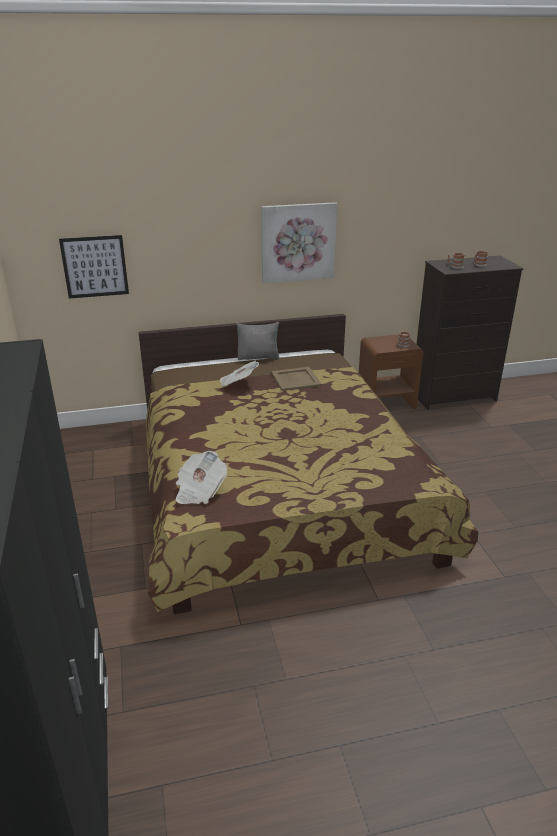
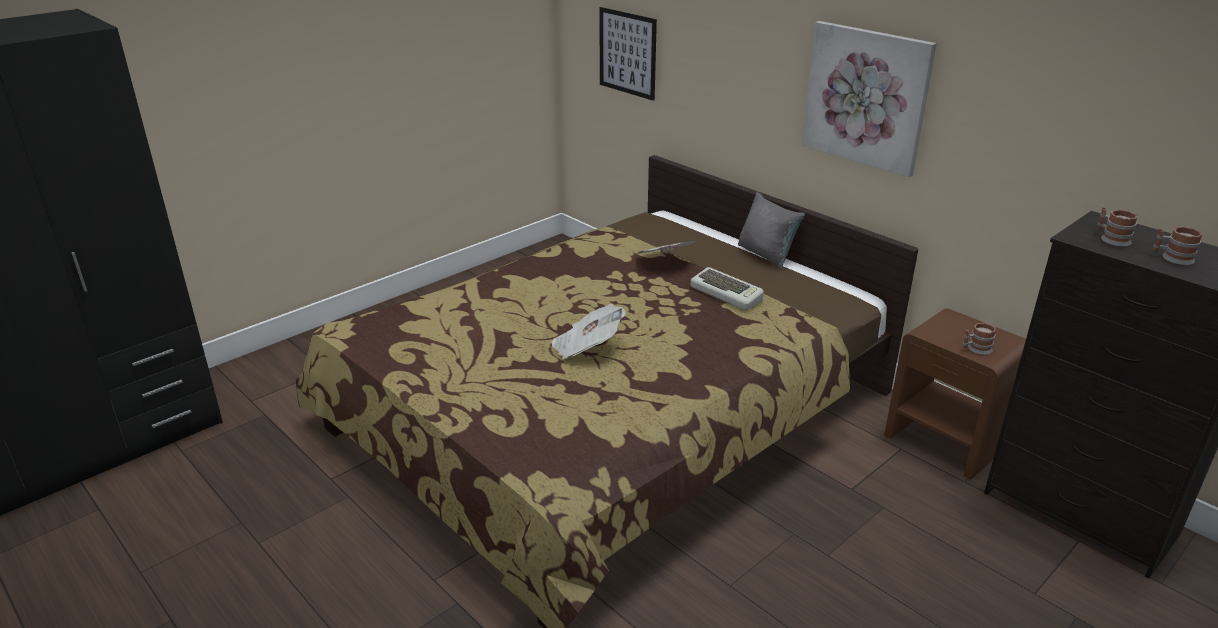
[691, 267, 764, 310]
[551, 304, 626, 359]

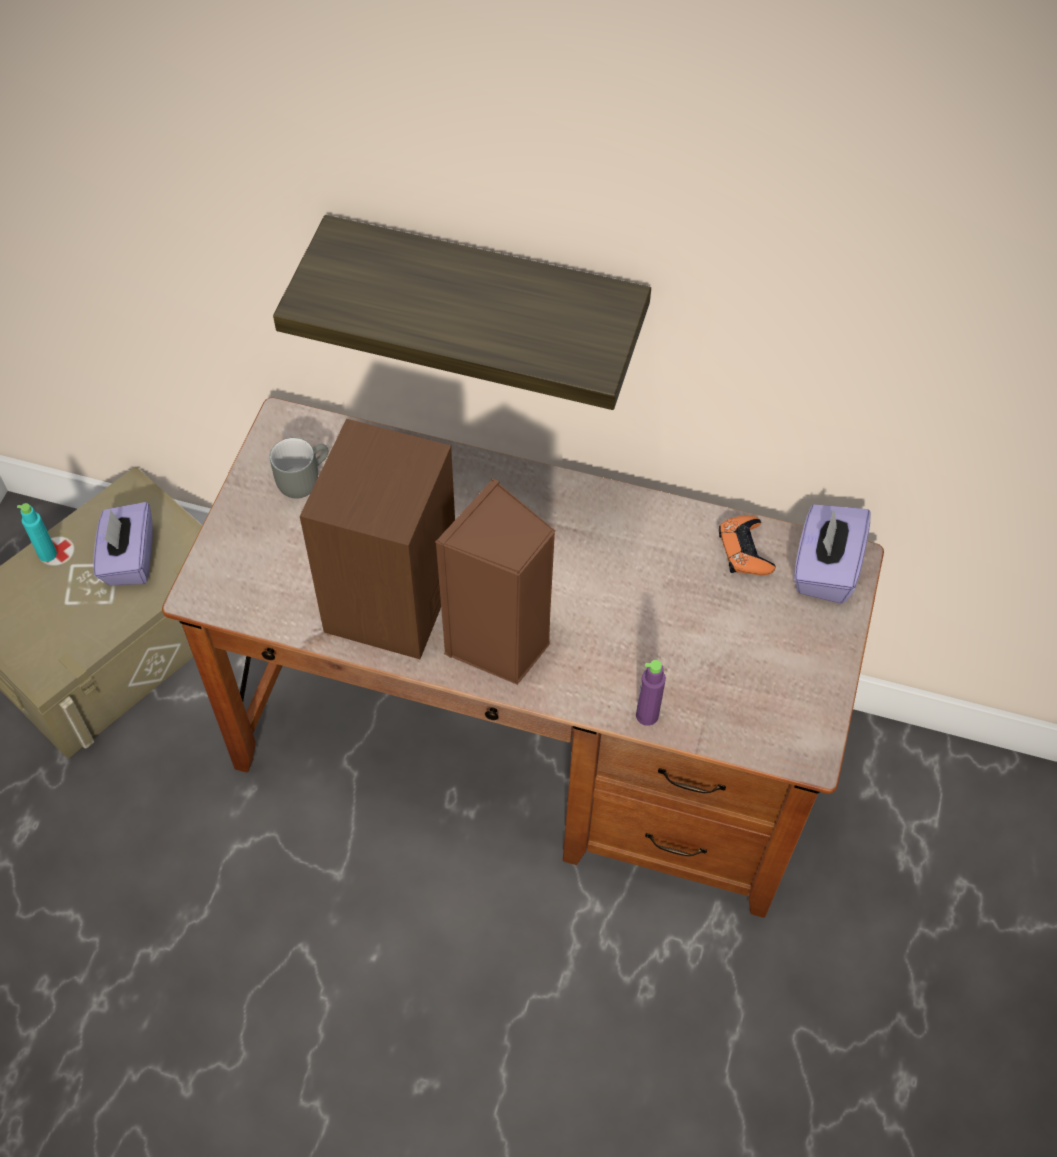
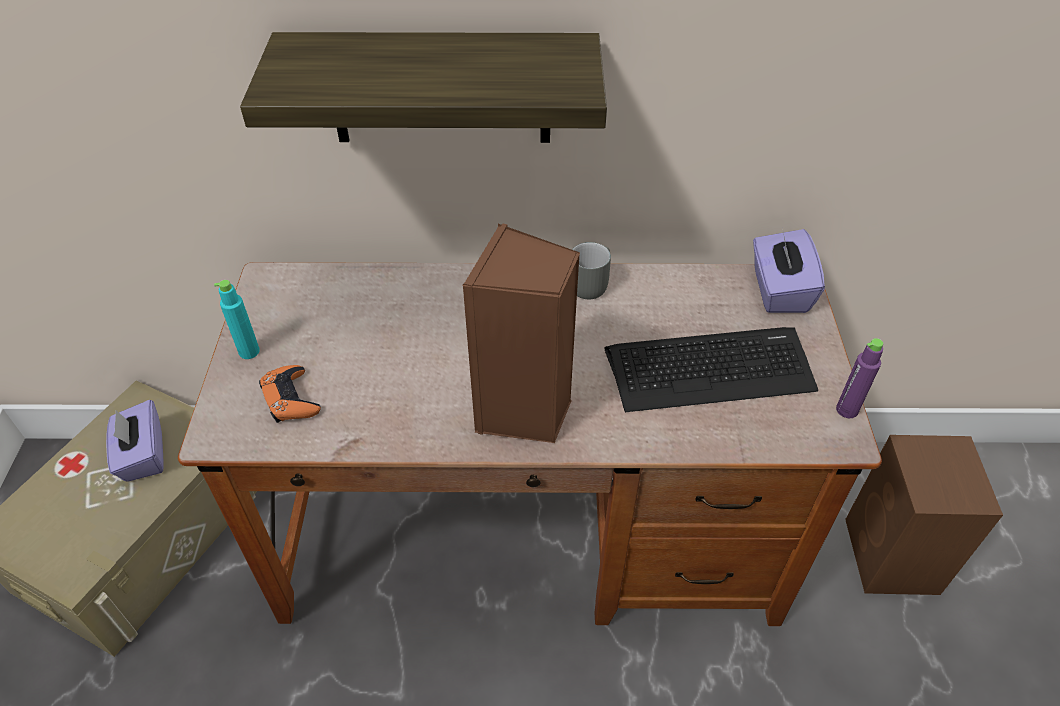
[845, 435, 1003, 595]
[572, 242, 611, 299]
[214, 280, 260, 359]
[259, 365, 321, 423]
[836, 338, 883, 418]
[604, 327, 818, 412]

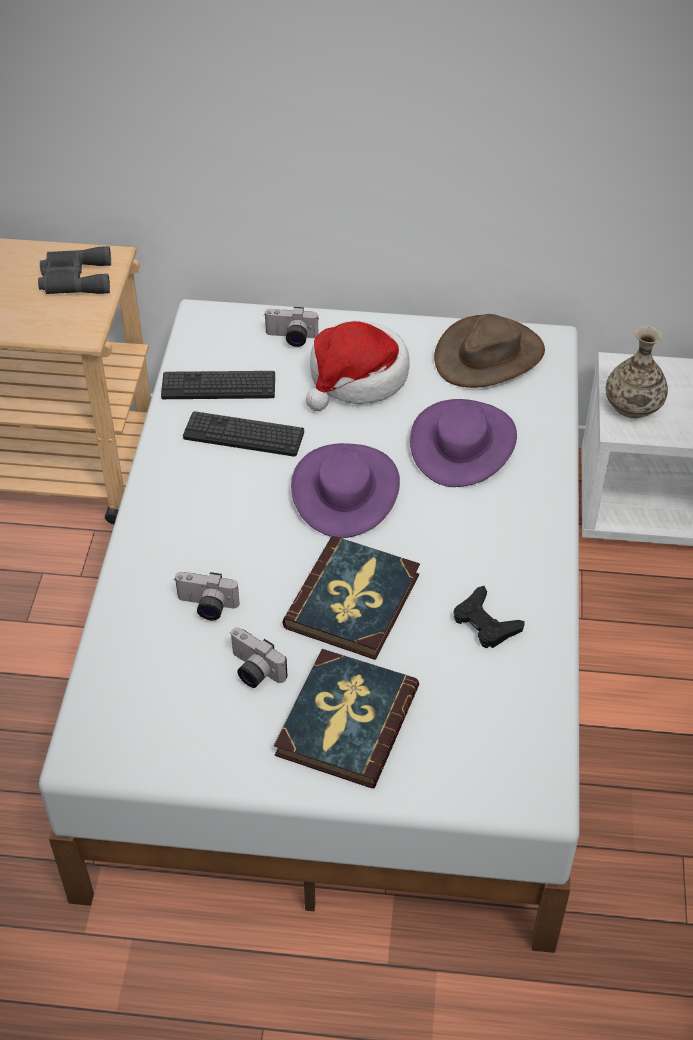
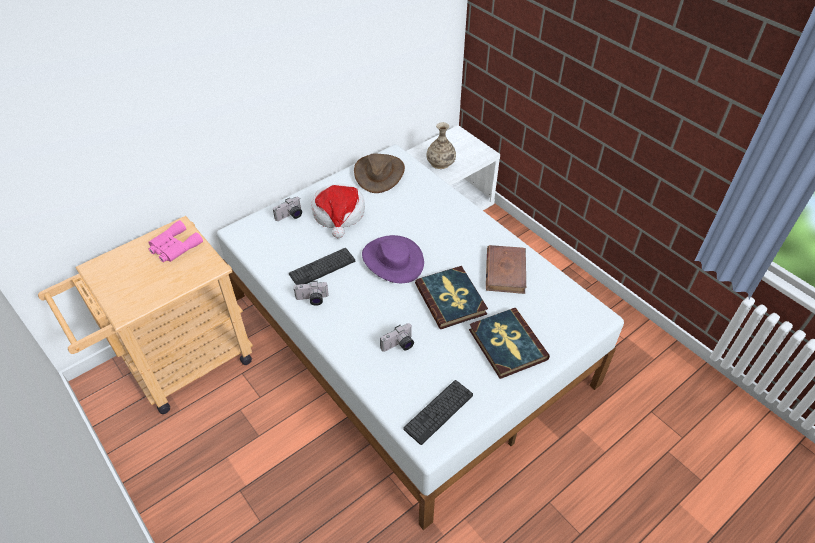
[148, 220, 203, 262]
[403, 380, 473, 445]
[410, 399, 517, 487] (first image)
[486, 245, 526, 294]
[293, 281, 329, 306]

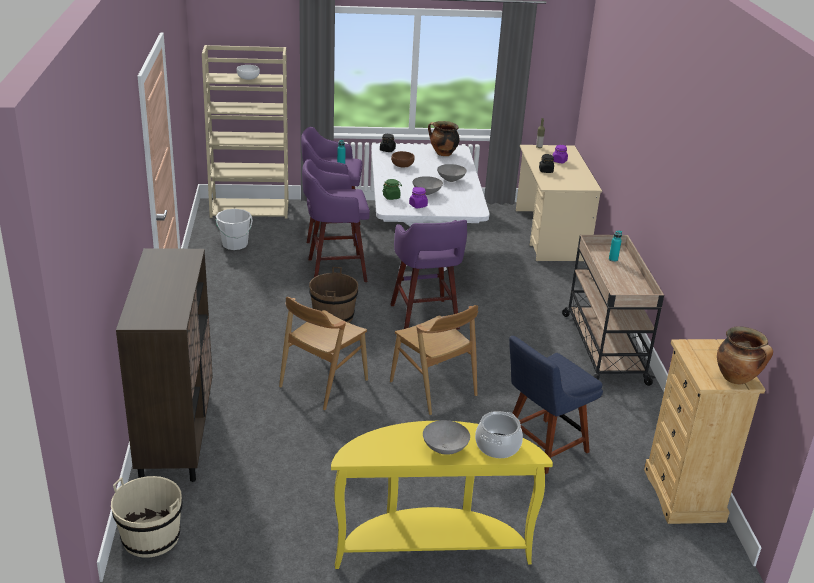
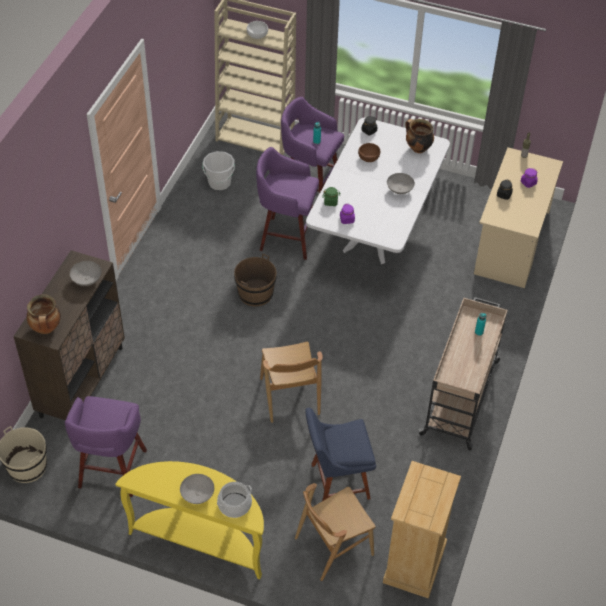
[70, 261, 101, 286]
[65, 396, 147, 497]
[295, 483, 376, 581]
[27, 294, 61, 334]

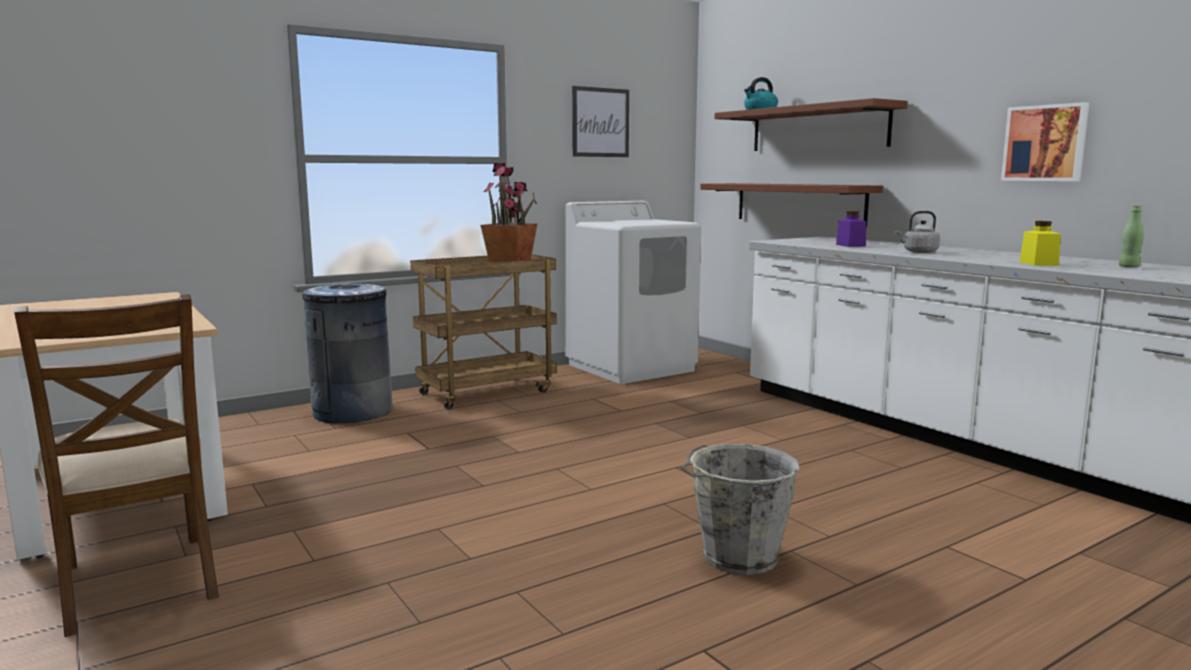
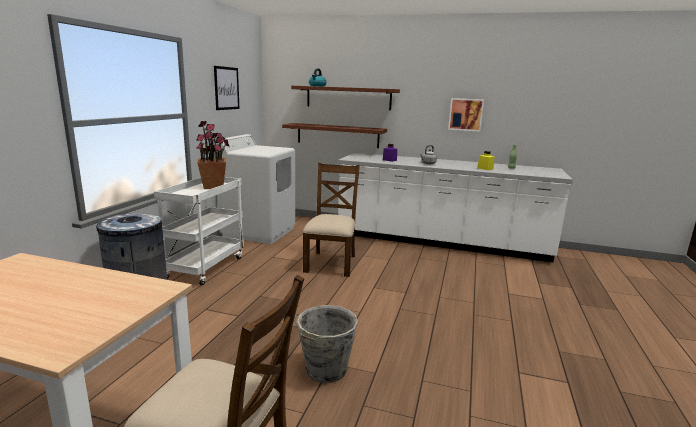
[154, 177, 244, 285]
[294, 305, 358, 383]
[303, 163, 360, 277]

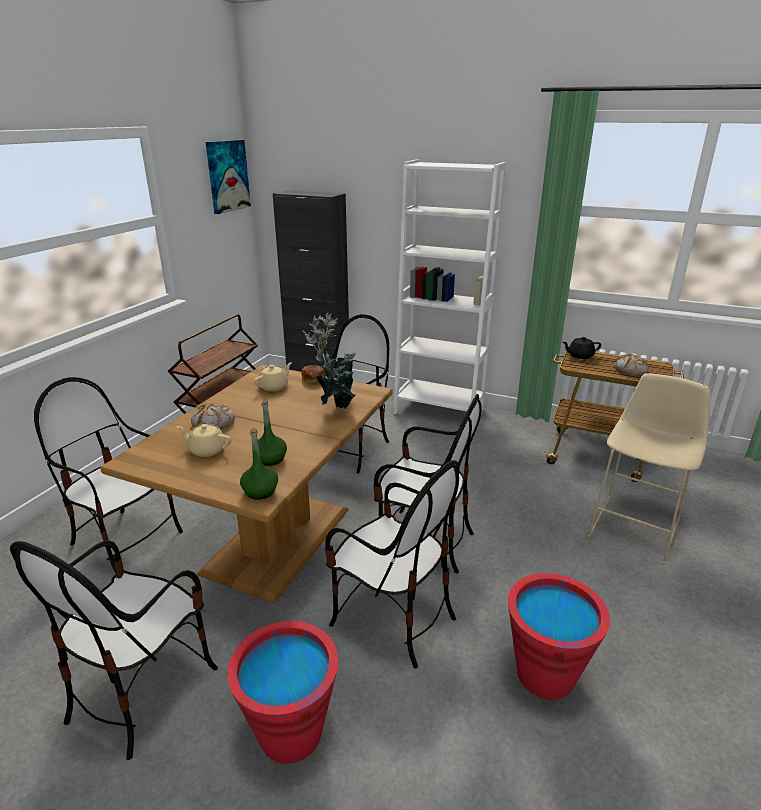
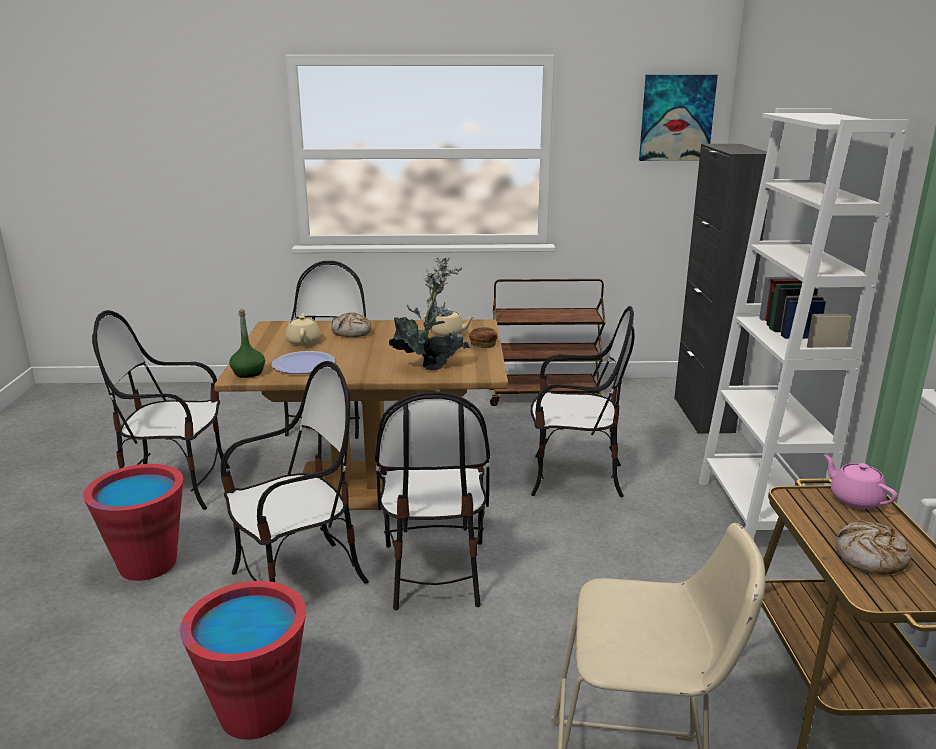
[824, 454, 898, 509]
[272, 351, 335, 374]
[221, 361, 369, 584]

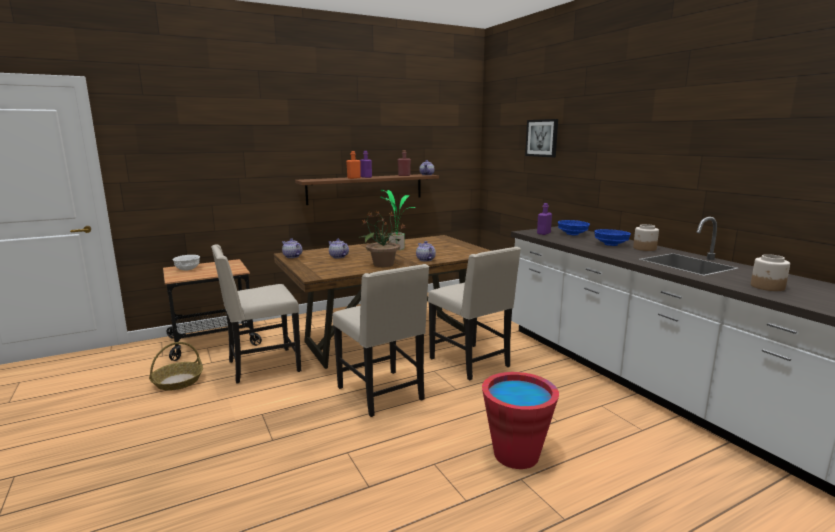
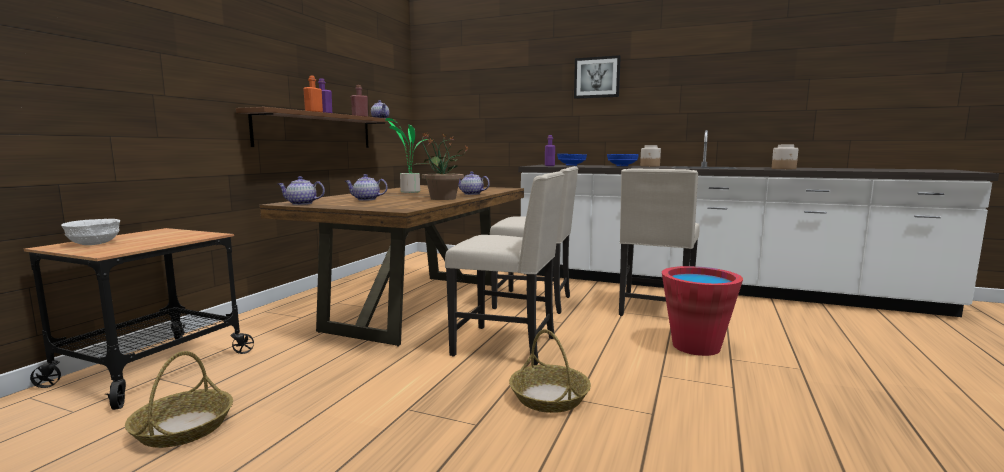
[574, 55, 621, 99]
[619, 169, 700, 316]
[509, 329, 591, 413]

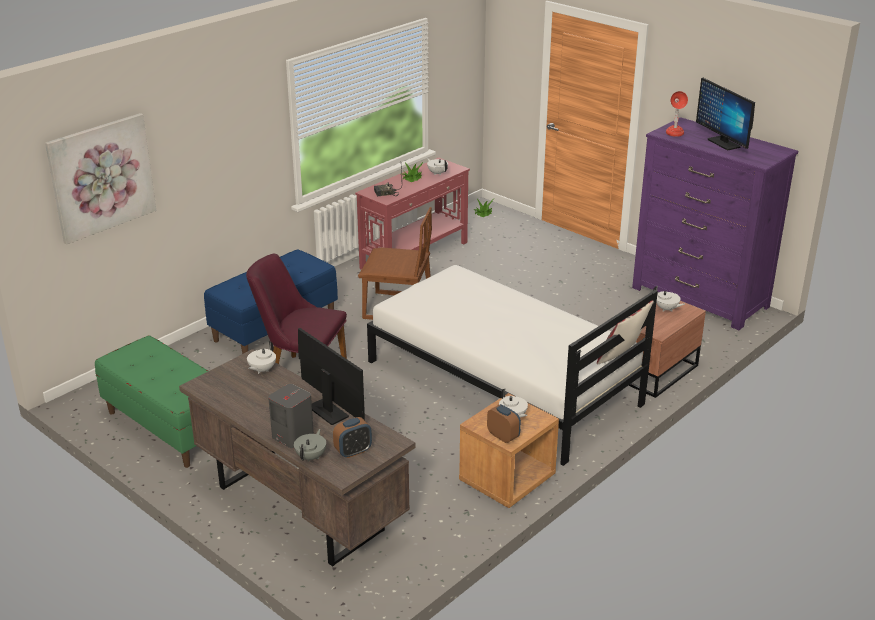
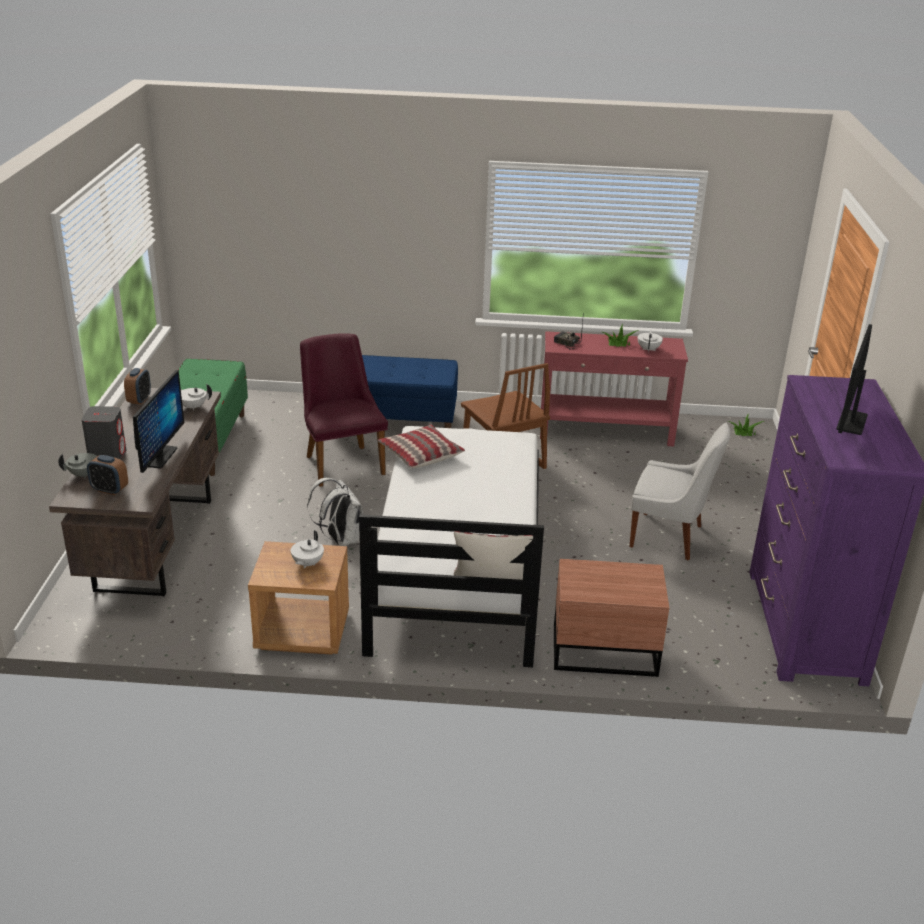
[666, 91, 688, 137] (first image)
[45, 113, 157, 245] (first image)
[653, 286, 685, 311] (first image)
[124, 368, 151, 404]
[630, 423, 731, 560]
[378, 425, 465, 468]
[307, 478, 363, 546]

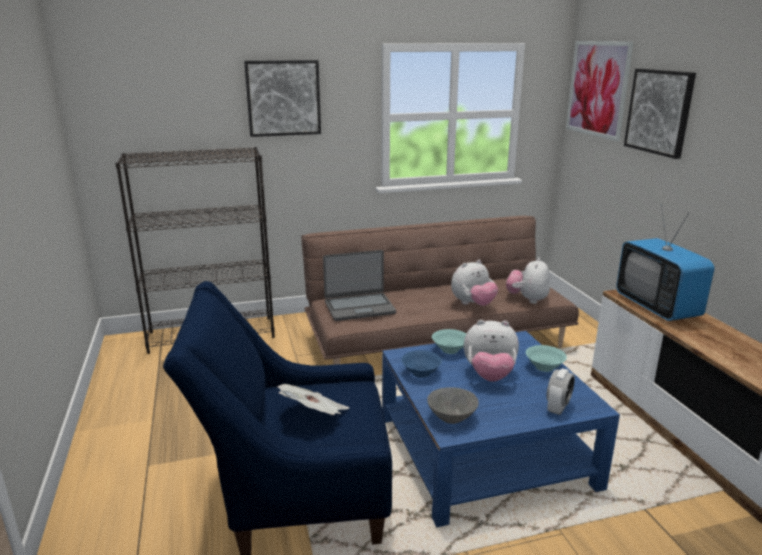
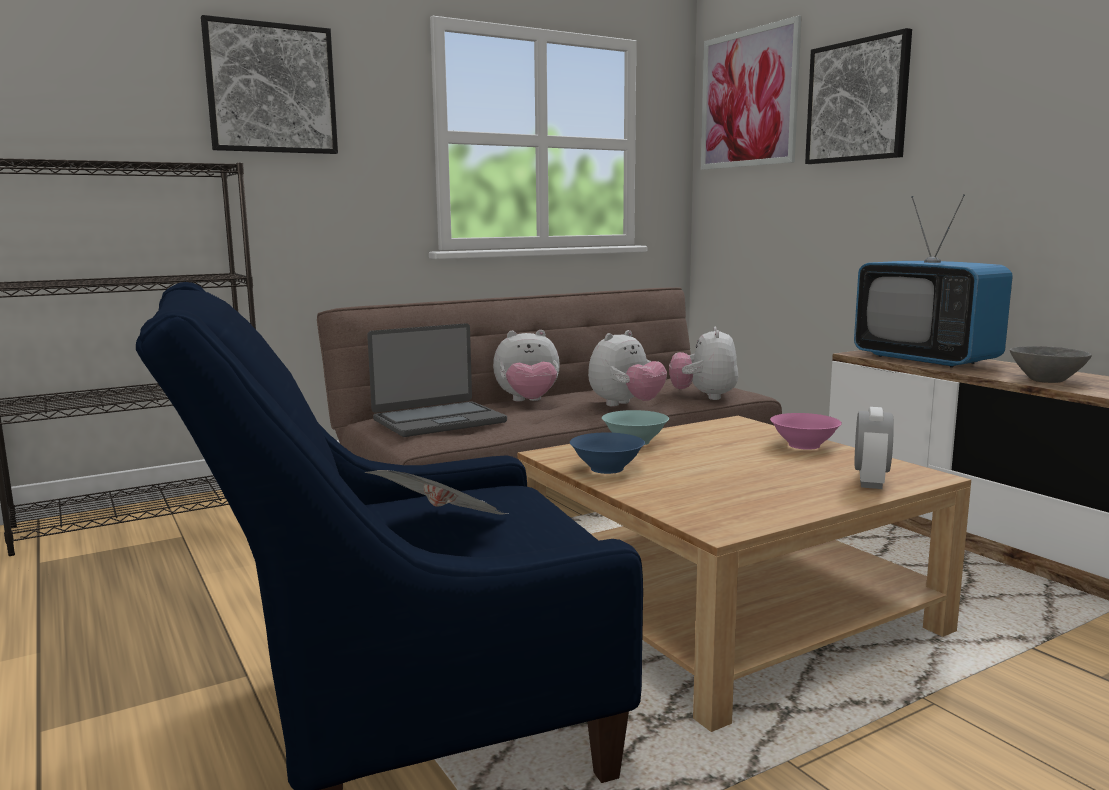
[493, 330, 560, 402]
[517, 416, 971, 732]
[770, 413, 842, 450]
[1010, 346, 1092, 383]

